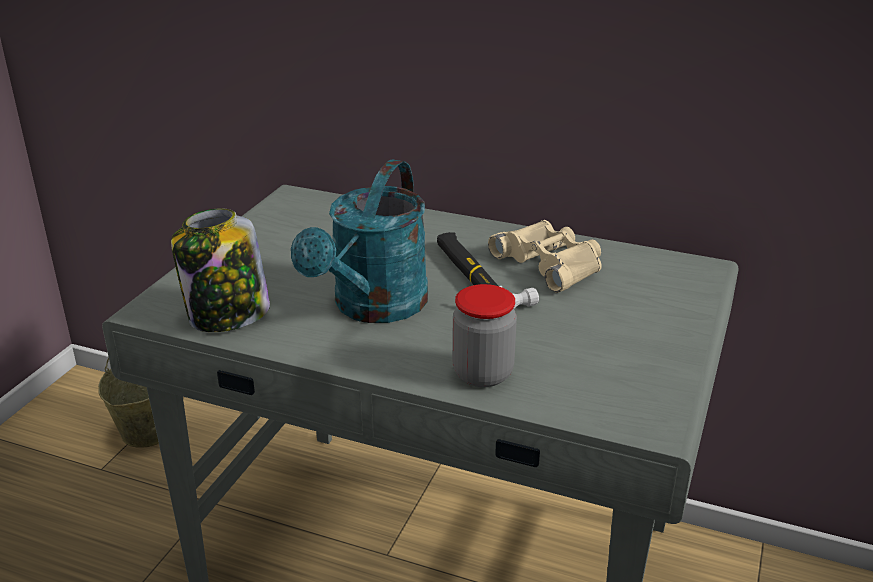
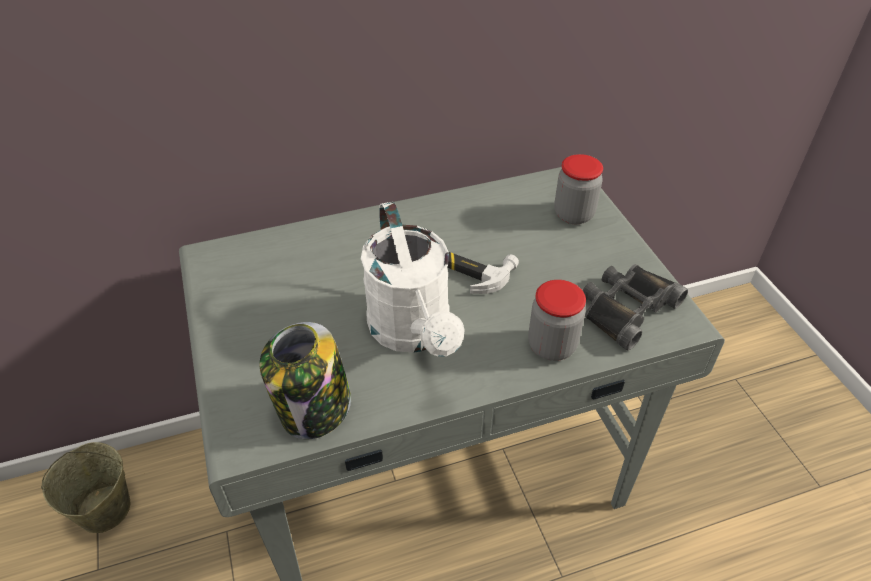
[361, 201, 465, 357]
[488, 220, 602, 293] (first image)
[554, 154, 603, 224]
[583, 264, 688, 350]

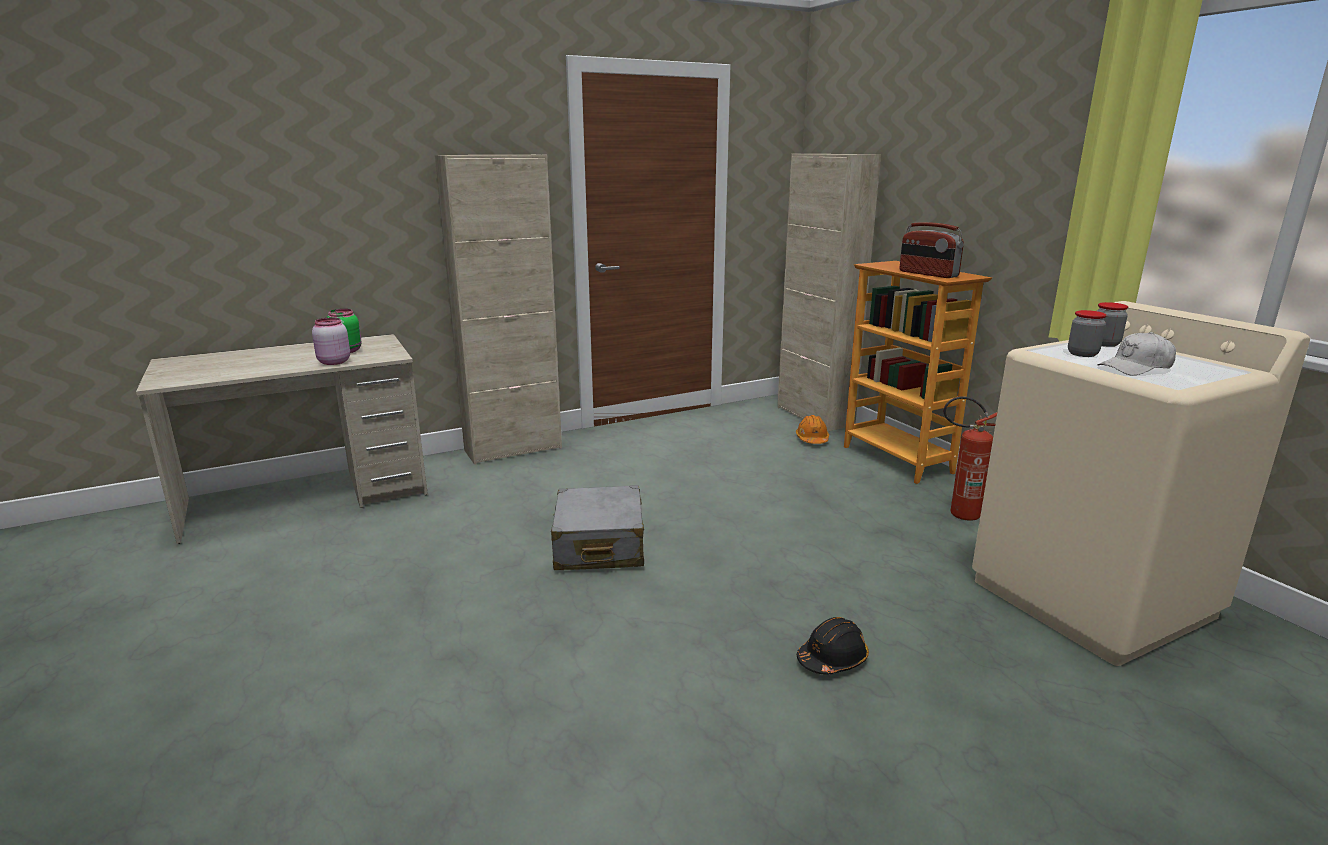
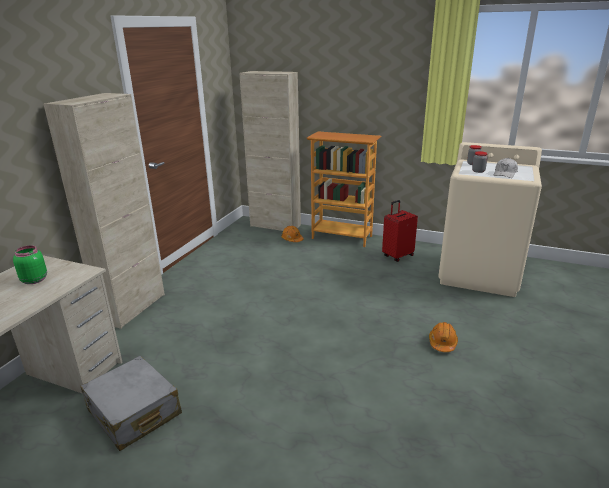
[900, 222, 964, 278] (first image)
[312, 317, 350, 365] (first image)
[382, 200, 418, 262]
[80, 356, 182, 451]
[429, 322, 458, 352]

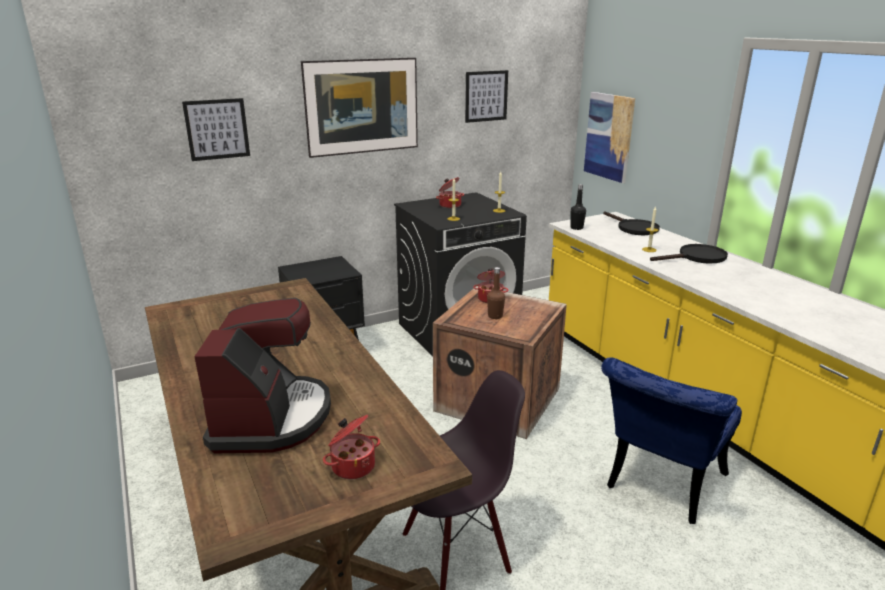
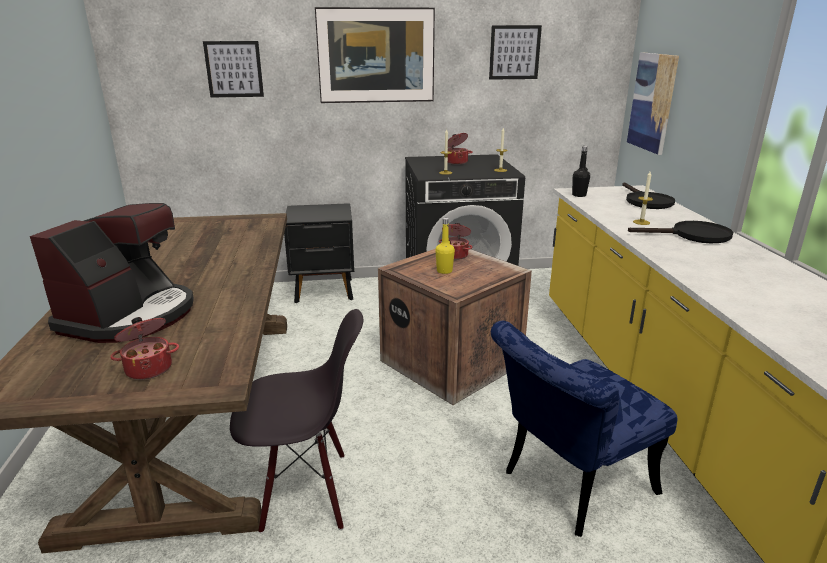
[435, 218, 455, 274]

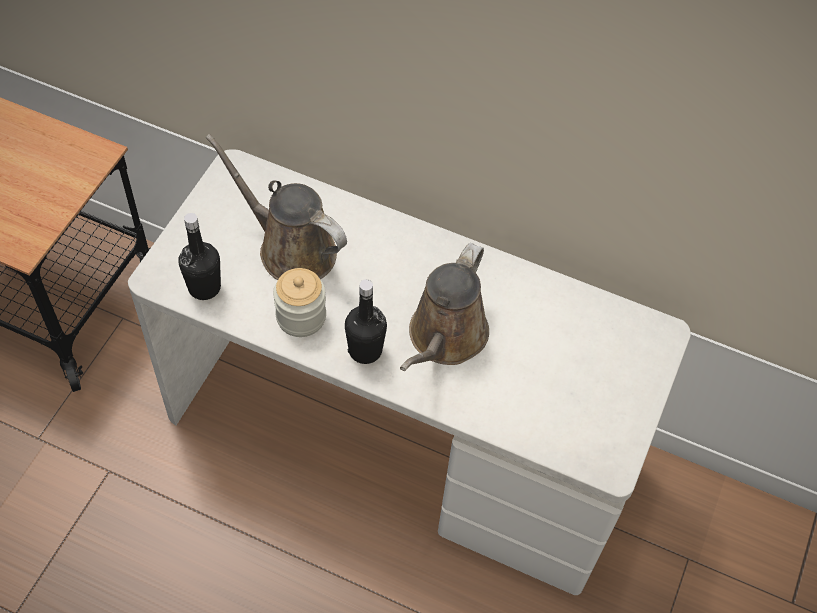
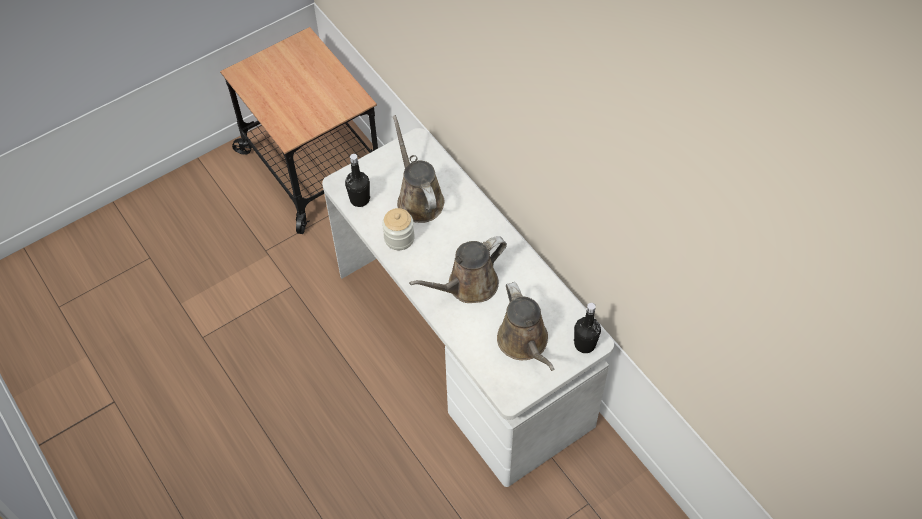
[574, 303, 601, 353]
[497, 282, 555, 371]

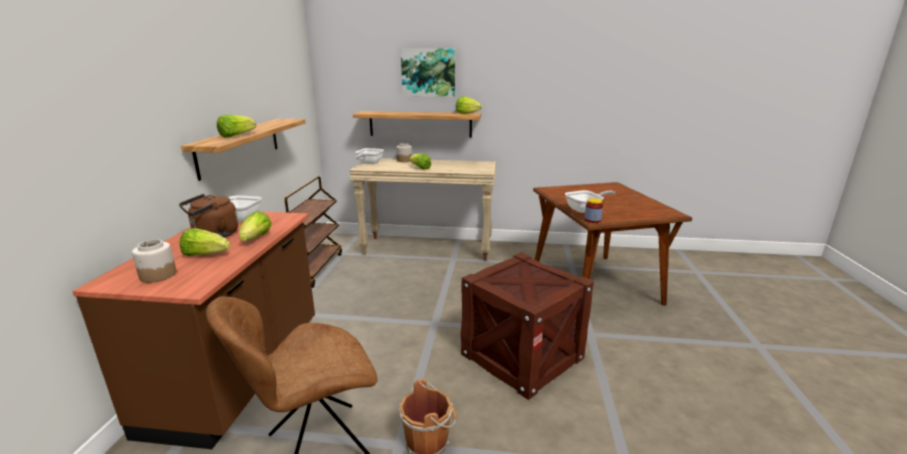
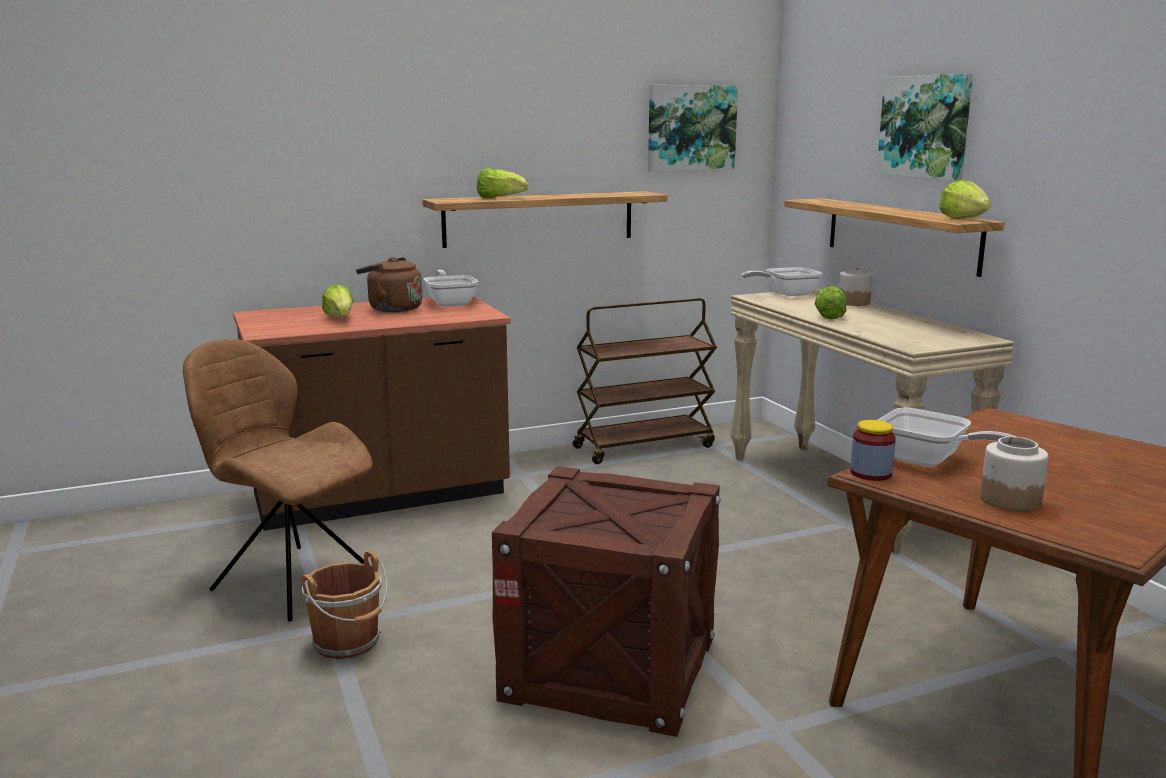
[239, 211, 272, 241] (first image)
[980, 437, 1048, 512]
[648, 85, 738, 172]

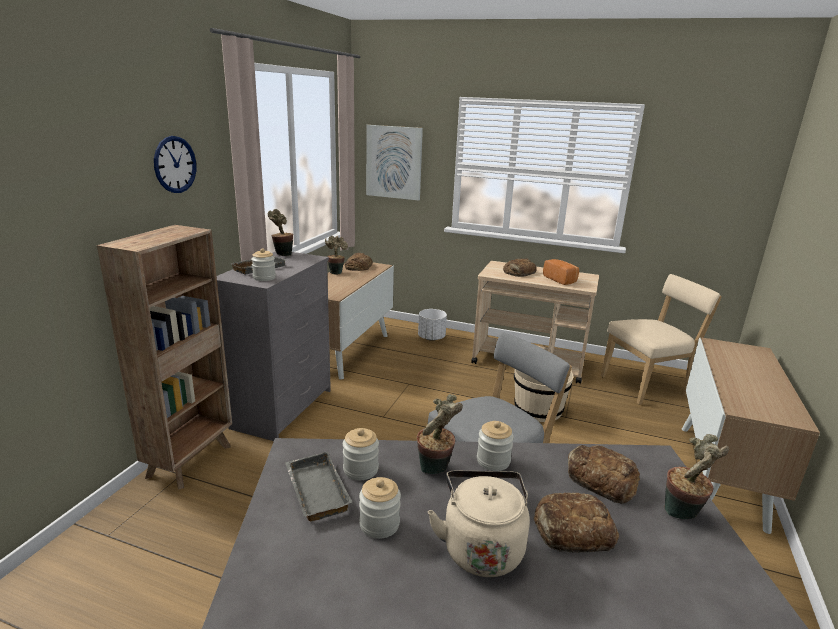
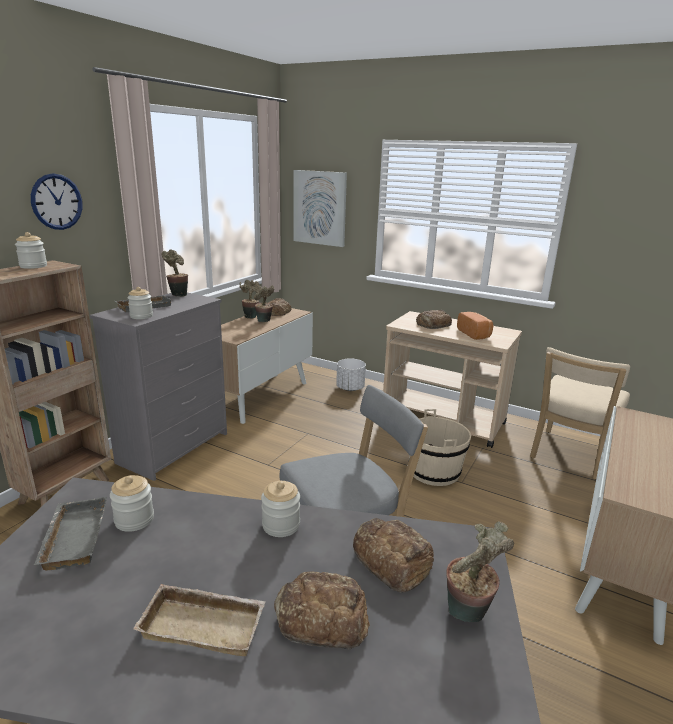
[530, 347, 630, 479]
[254, 286, 274, 322]
[133, 584, 266, 656]
[15, 232, 47, 269]

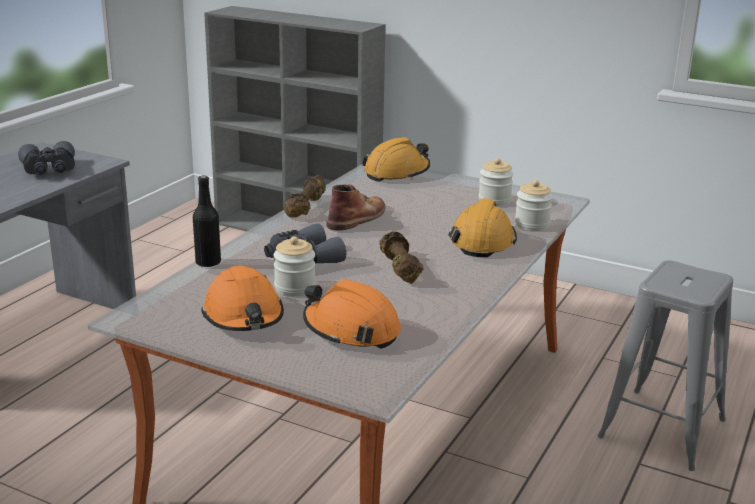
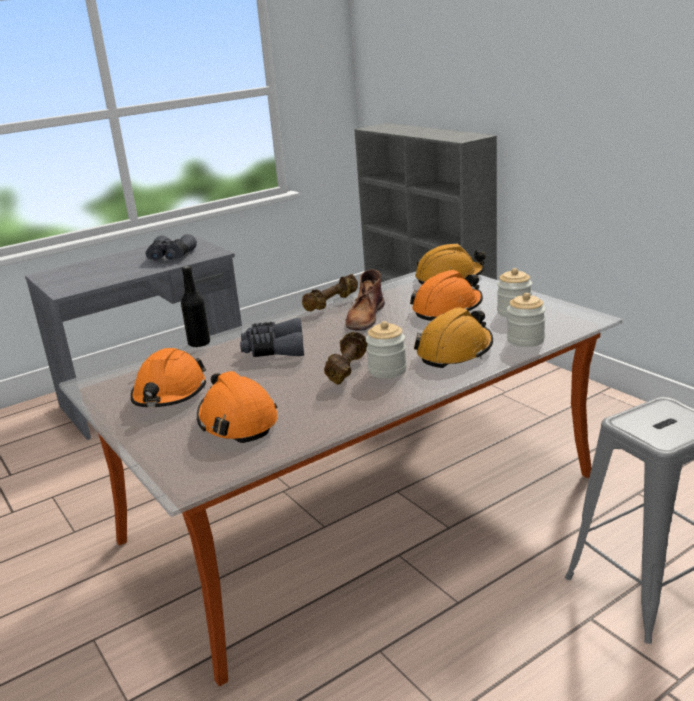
[345, 269, 385, 331]
[366, 321, 407, 378]
[410, 270, 483, 321]

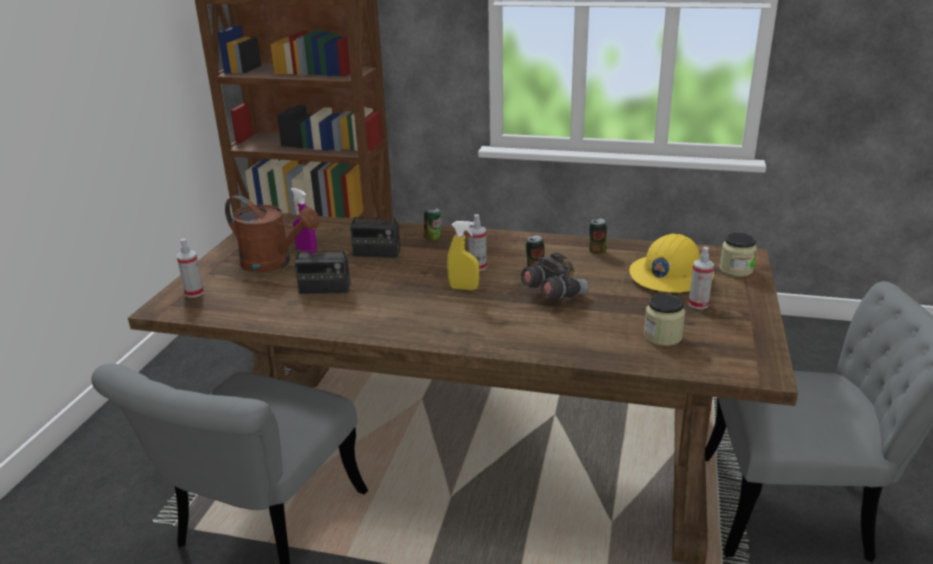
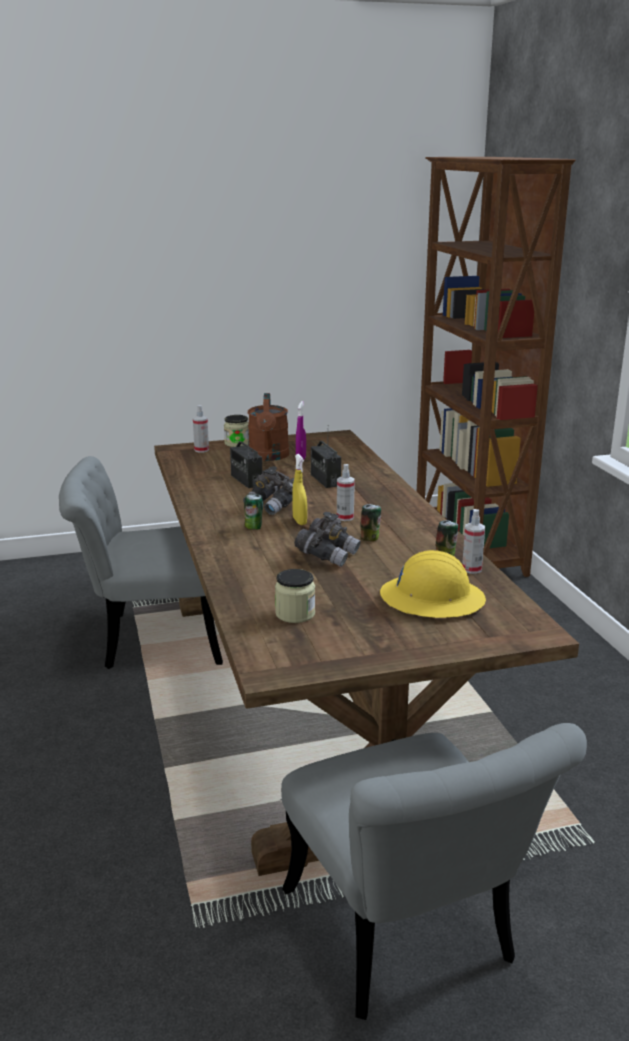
[244, 494, 263, 529]
[224, 415, 249, 447]
[462, 509, 485, 574]
[243, 466, 294, 515]

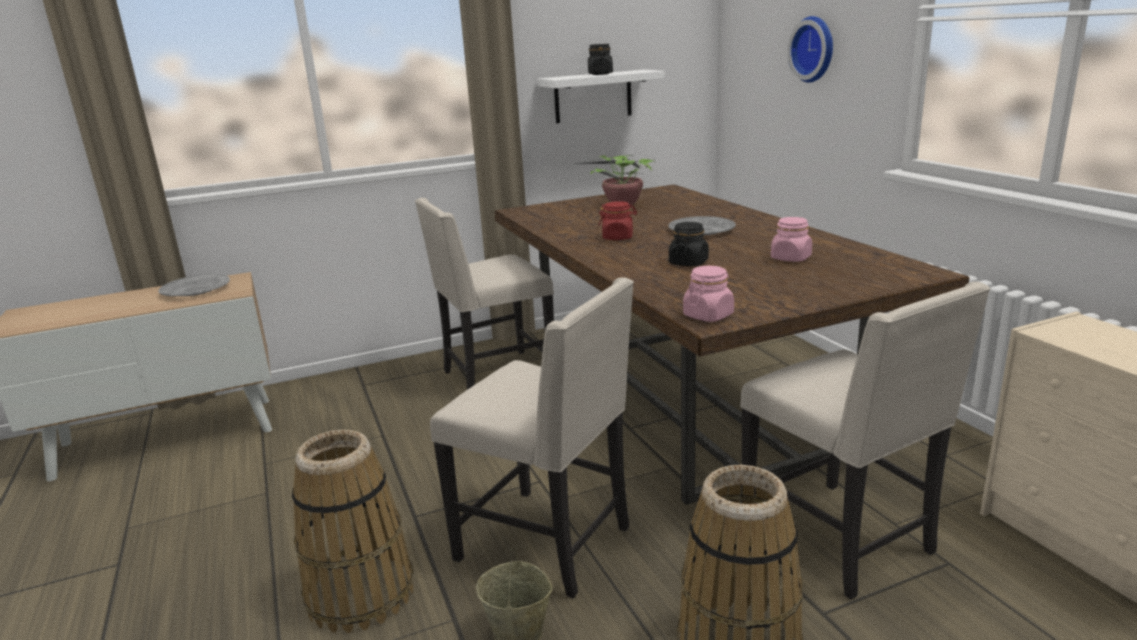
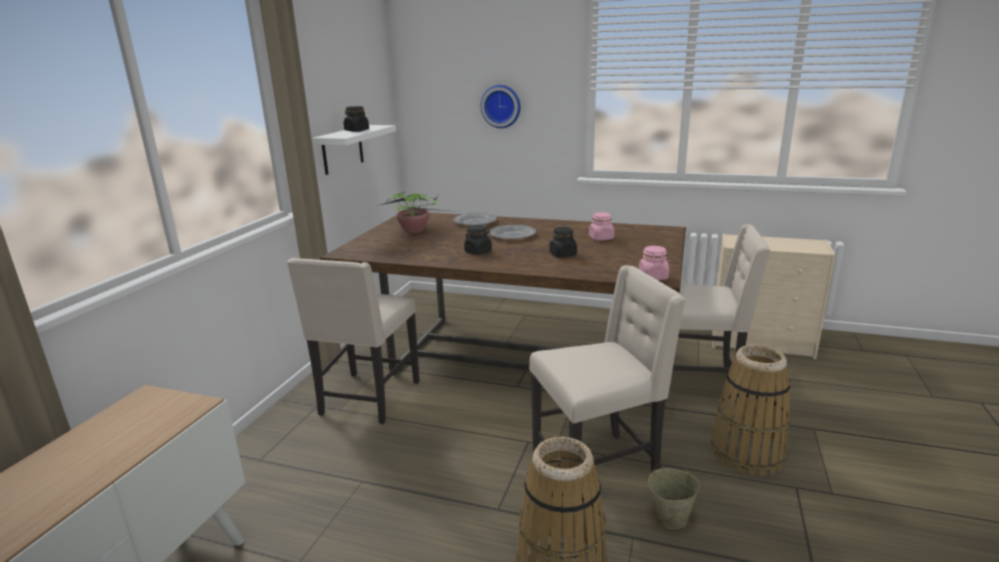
[464, 225, 492, 255]
[453, 213, 497, 226]

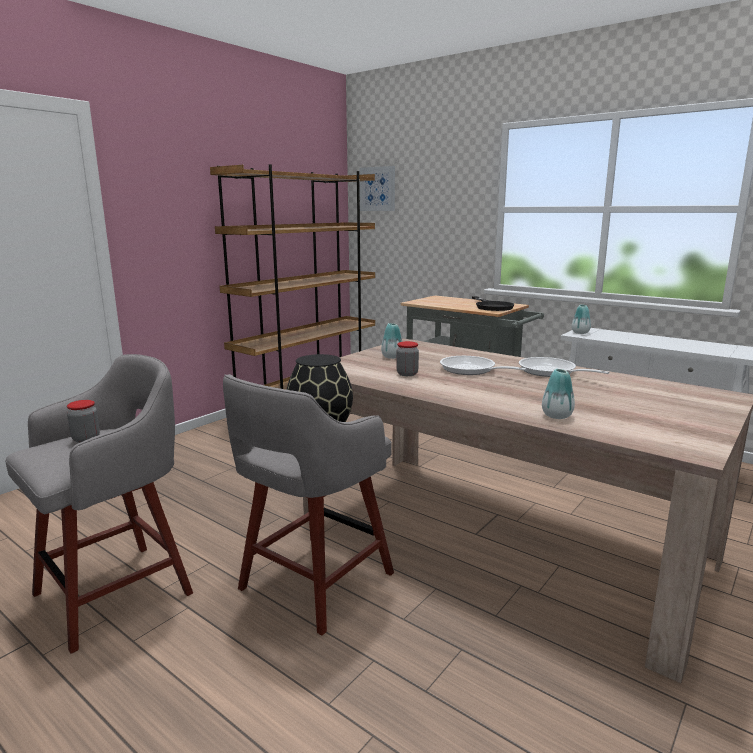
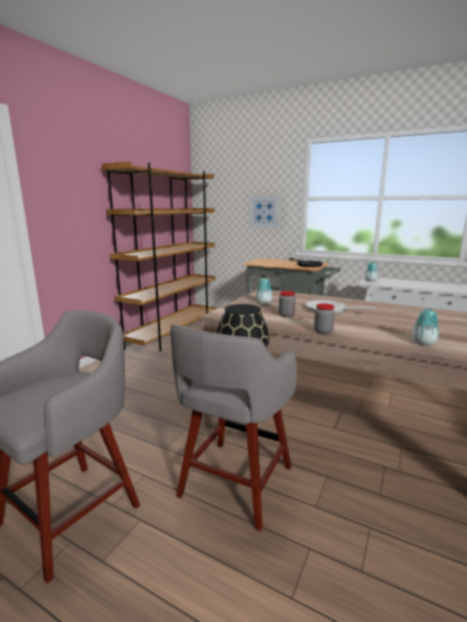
[250, 195, 280, 228]
[519, 357, 610, 377] (first image)
[314, 303, 335, 334]

